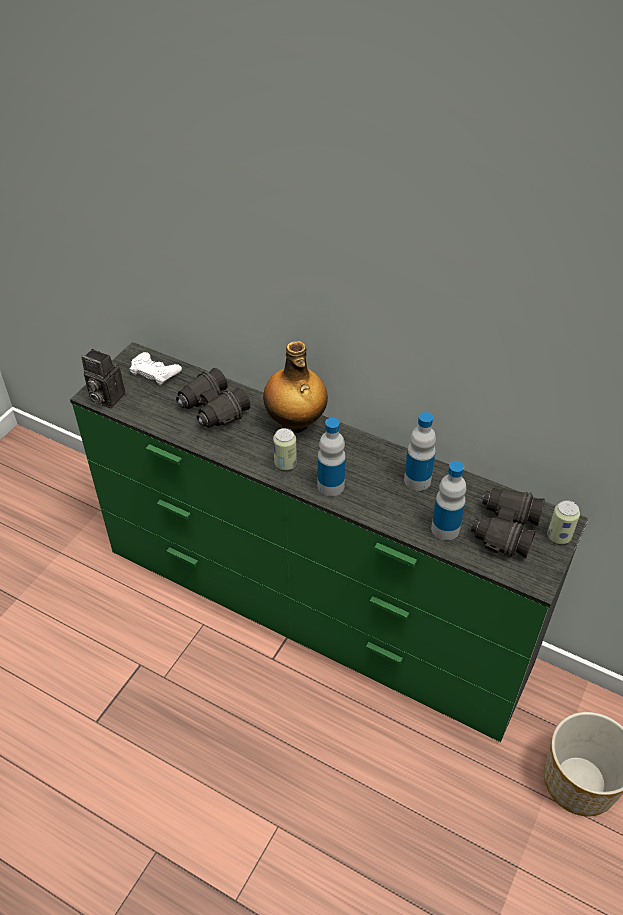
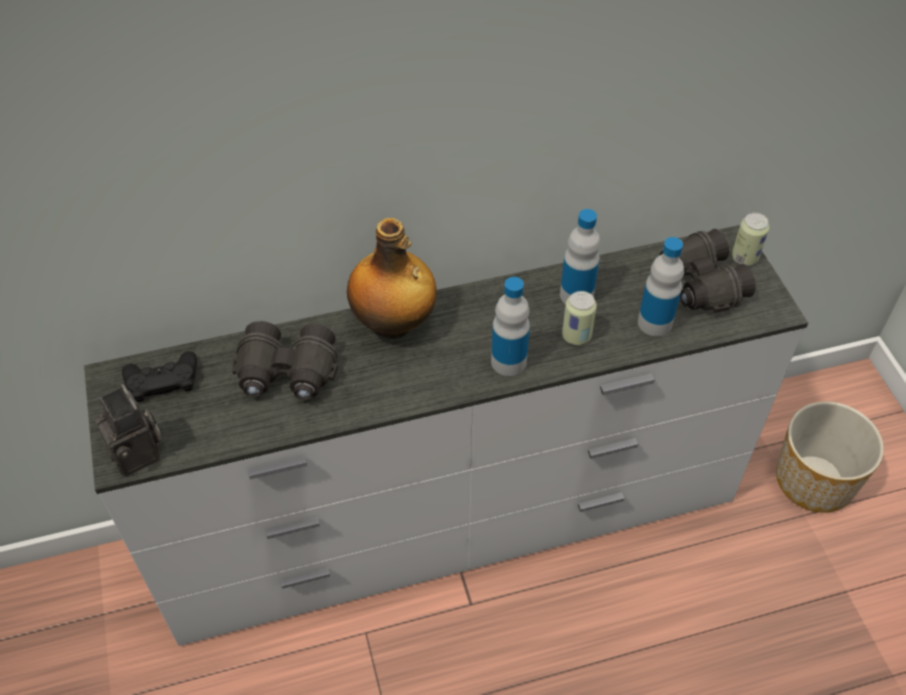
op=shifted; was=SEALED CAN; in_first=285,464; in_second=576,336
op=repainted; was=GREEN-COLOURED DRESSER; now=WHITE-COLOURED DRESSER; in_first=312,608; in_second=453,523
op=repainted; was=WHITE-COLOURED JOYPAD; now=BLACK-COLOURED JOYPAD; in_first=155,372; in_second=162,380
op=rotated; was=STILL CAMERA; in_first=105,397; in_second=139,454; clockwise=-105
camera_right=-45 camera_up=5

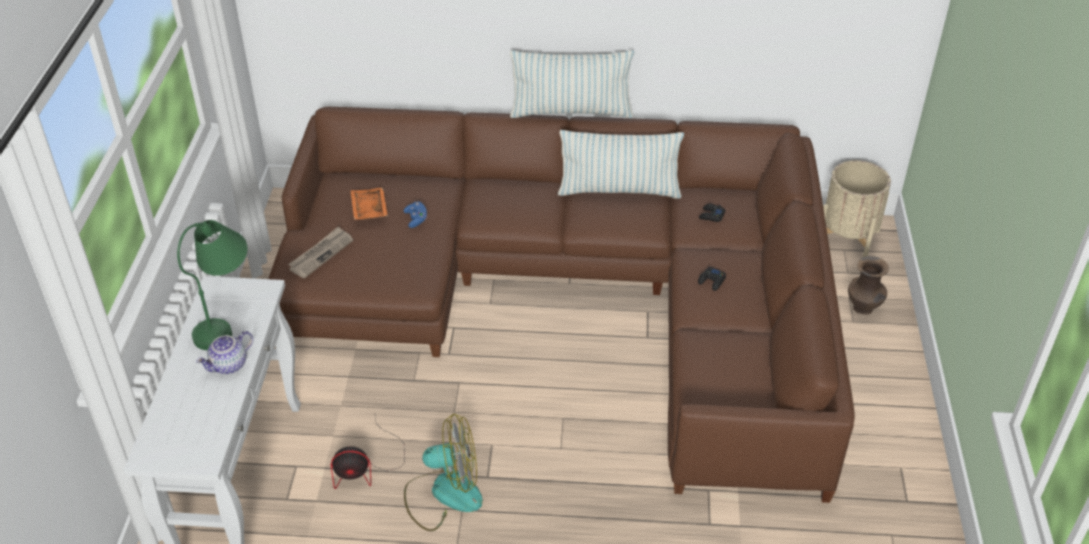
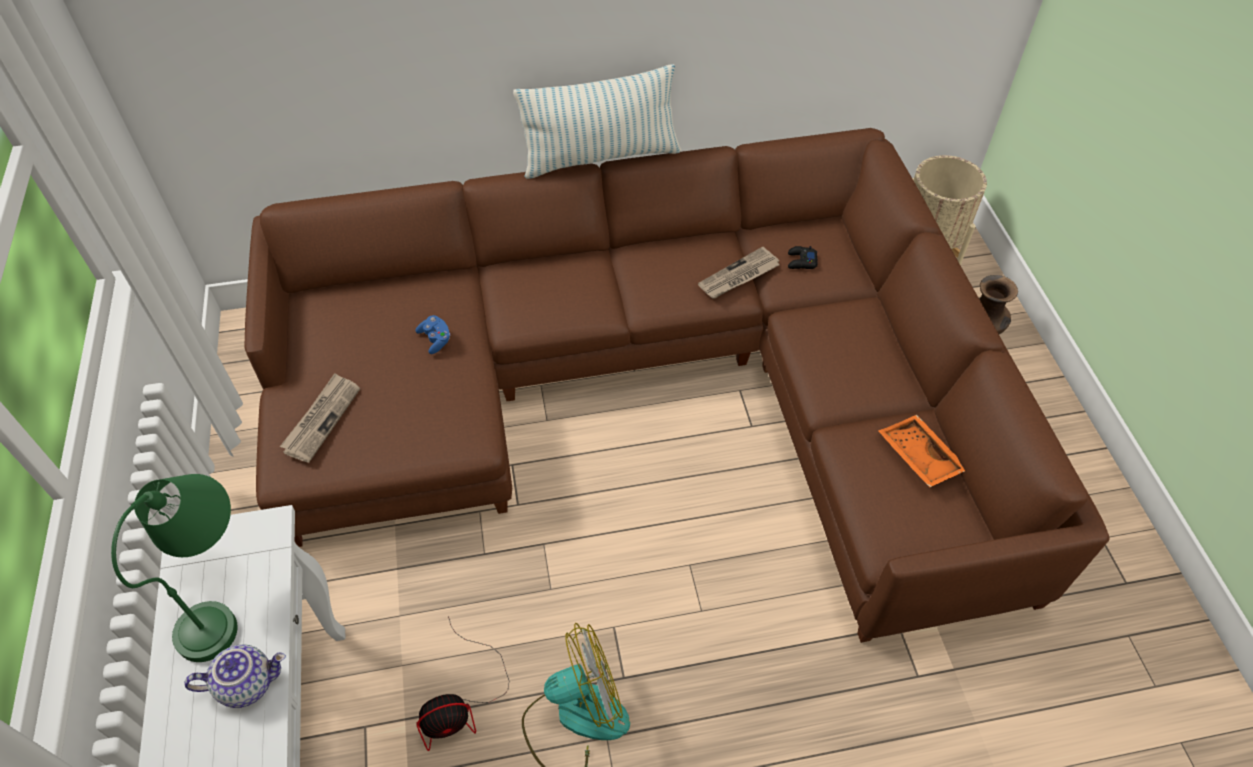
op=gone; was=PILLOW; in_first=619,191
op=gone; was=BLACK-COLOURED JOYPAD; in_first=712,281
op=new; now=NEWSPAPER; in_second=739,276
op=shifted; was=ORANGE TRAY; in_first=368,210; in_second=918,457
op=rotated; was=TEAPOT; in_first=229,365; in_second=247,682; clockwise=-135
camera_right=-15 camera_up=10

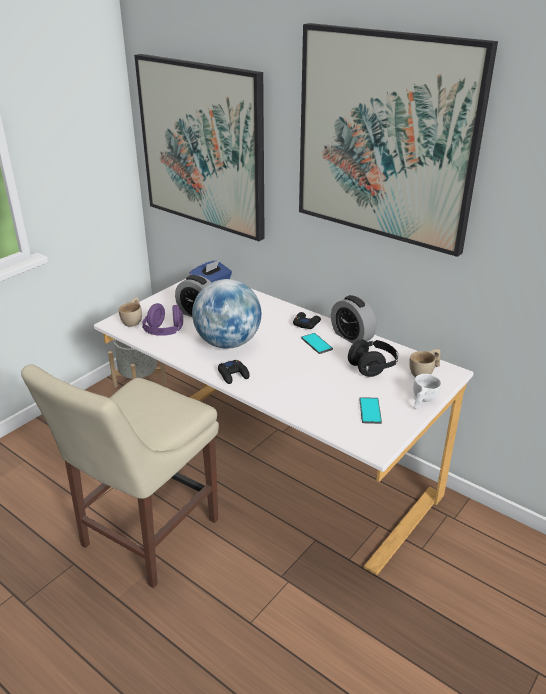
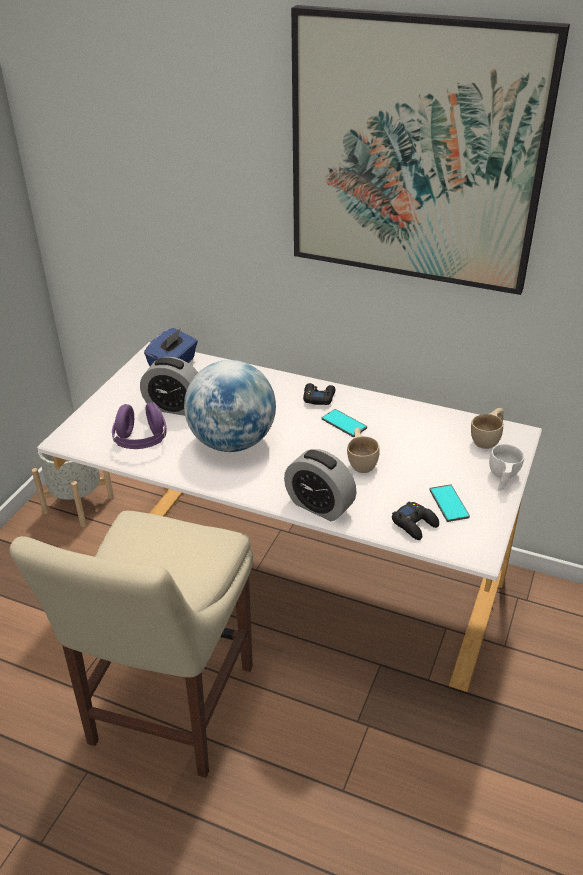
op=gone; was=WALL ART; in_first=202,146
op=gone; was=BLACK-COLOURED HEADPHONES; in_first=372,367
op=shifted; was=SAND-COLOURED CUP; in_first=134,320; in_second=362,461
op=shifted; was=BLACK-COLOURED JOYPAD; in_first=233,375; in_second=415,524
op=shifted; was=BEDSIDE CLOCK; in_first=352,337; in_second=319,506
camera_right=-15 camera_up=5

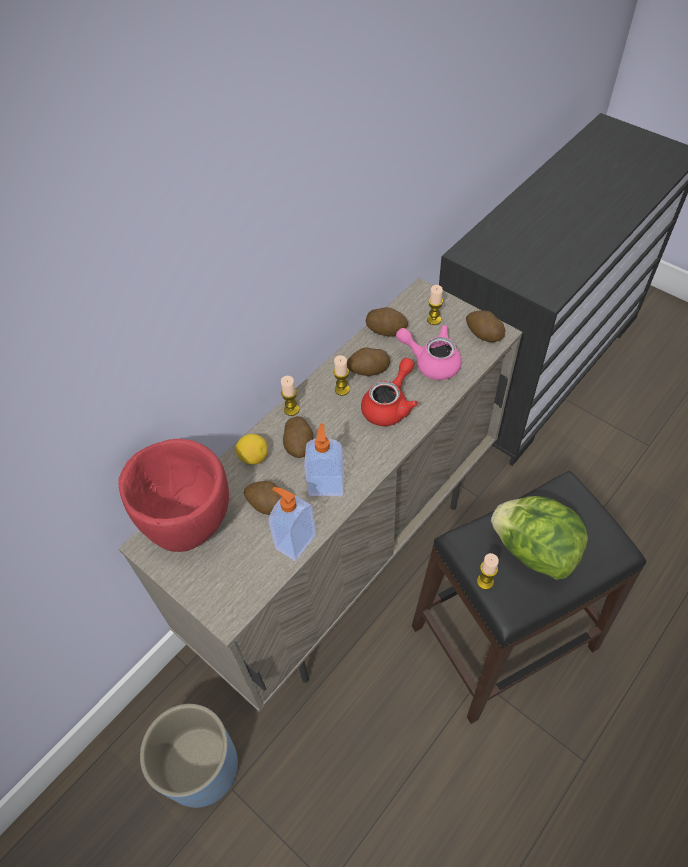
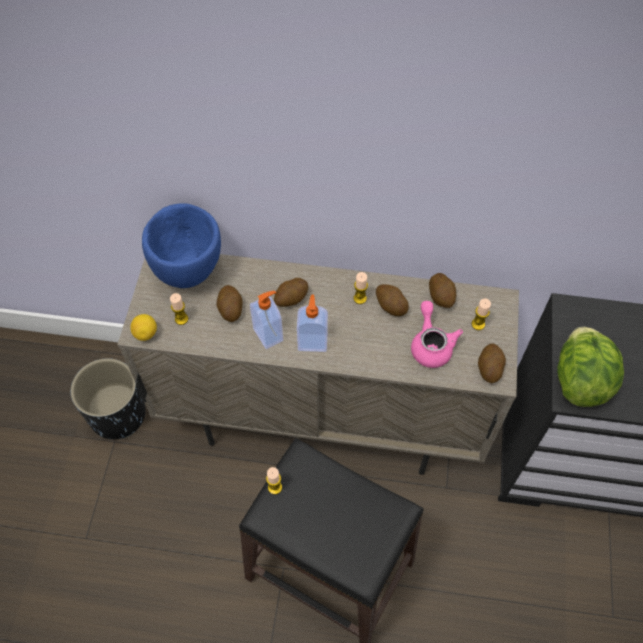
op=gone; was=REDDISH TEAPOT; in_first=390,405
op=shifted; was=LEMON; in_first=253,457; in_second=146,333
op=shifted; was=LIQUID SOAP BOTTLE; in_first=294,541; in_second=312,341
op=shifted; was=CANDLE; in_first=291,409; in_second=181,319
op=shifted; was=LETTUCE; in_first=534,550; in_second=580,379
op=repainted; was=REDDISH SERVING BOWL; now=BLUISH SERVING BOWL; in_first=189,522; in_second=189,271
op=repainted; was=BLUISH FLOWER POT; now=BLACK-COLOURED FLOWER POT; in_first=201,767; in_second=117,414
camera_right=55 camera_up=5

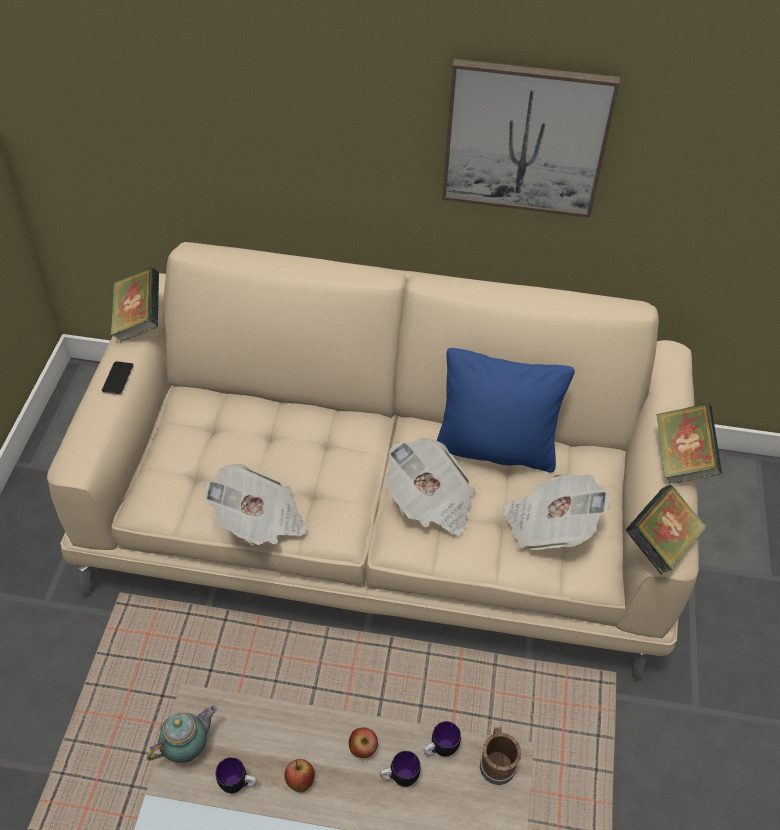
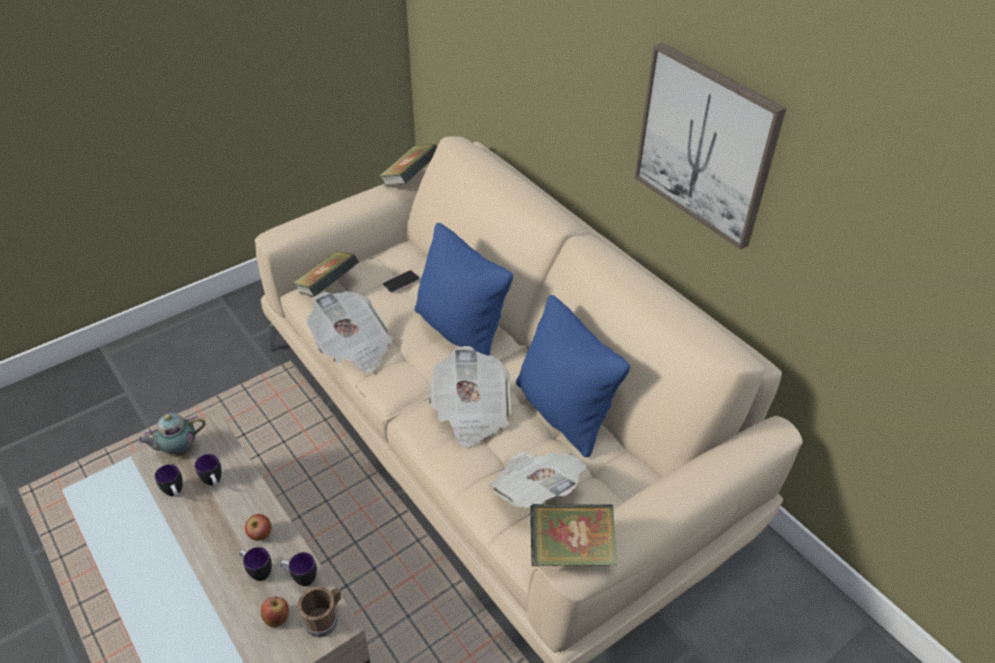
op=new; now=MUG; in_second=214,483
op=new; now=BLUISH PILLOW; in_second=460,331
op=shifted; was=PHONE; in_first=118,378; in_second=401,282
op=shifted; was=WHOLE APPLE; in_first=300,781; in_second=277,618
op=shifted; was=VOLUME; in_first=682,459; in_second=328,288
op=rotated; was=TEAPOT; in_first=188,748; in_second=178,450; clockwise=150
camera_right=45 camera_up=-5

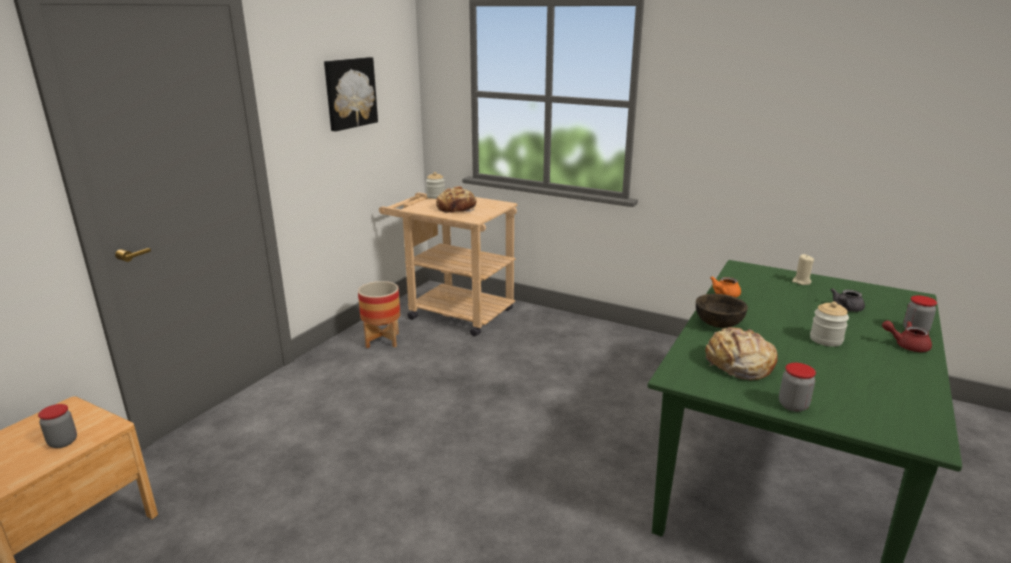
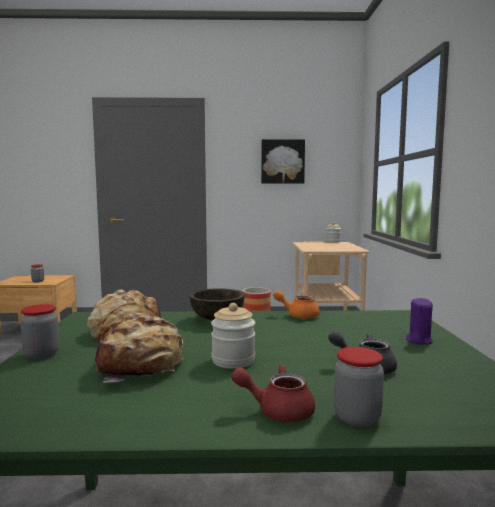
op=shifted; was=BREAD; in_first=457,208; in_second=142,366
op=repainted; was=SAND-COLOURED CANDLE; now=PURPLE-COLOURED CANDLE; in_first=801,282; in_second=418,340
op=rotated; was=REDDISH TEAPOT; in_first=906,345; in_second=277,410; clockwise=-75
camera_right=60 camera_up=-15

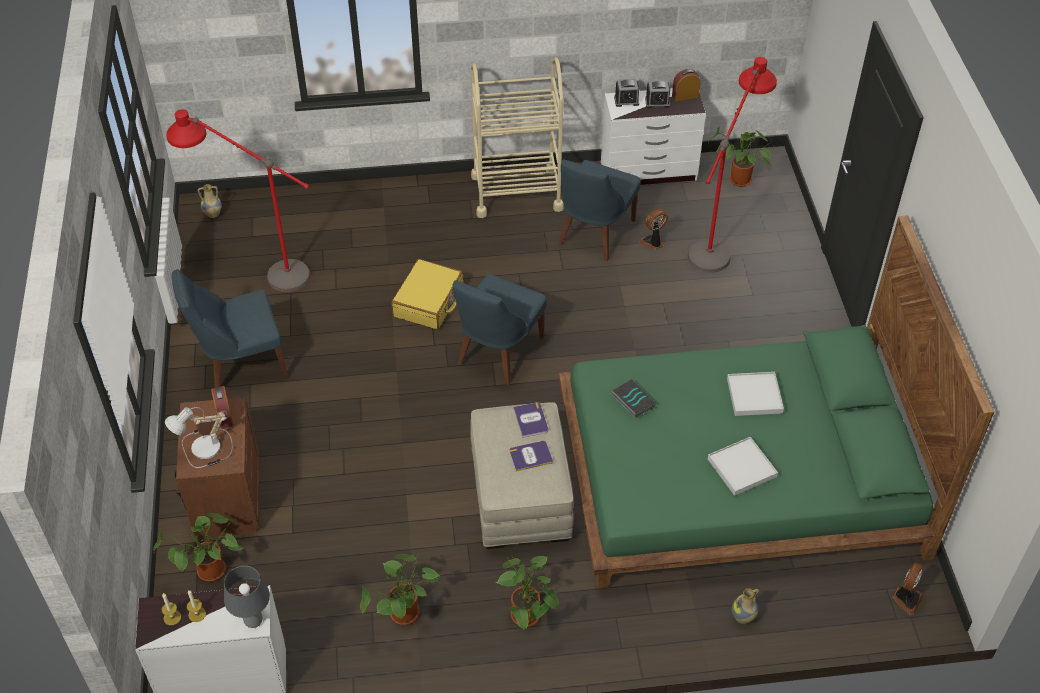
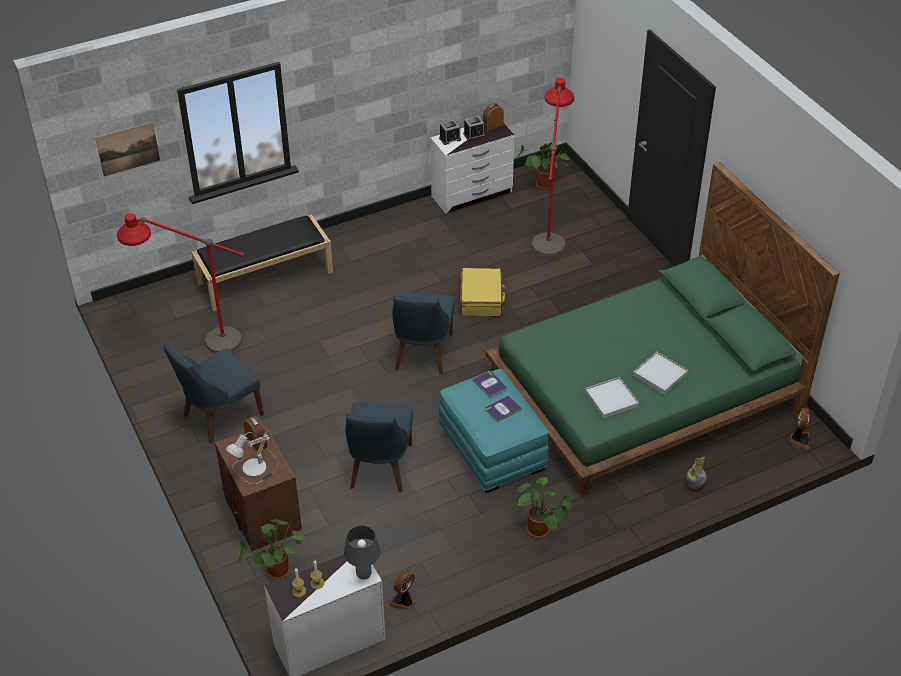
op=gone; was=DECORATIVE VASE; in_first=213,215
op=gone; was=HOUSEPLANT; in_first=404,616
op=gone; was=SAND-COLOURED TROLLEY; in_first=516,192
op=gone; was=VOLUME; in_first=632,401
op=new; now=WALL ART; in_second=128,148
op=new; now=BLACK-COLOURED LONG SEAT; in_second=265,277
op=shifted; was=YELLOW PIECE OF LUGGAGE; in_first=429,302; in_second=481,299
op=shifted; was=BLUISH PLAIN CHAIR; in_first=594,234; in_second=379,469
op=shifted; was=FAN; in_first=653,242; in_second=403,601
op=shifted; was=WHITE-COLOURED TRAY; in_first=754,396; in_second=611,399
op=repainted; was=SAND-COLOURED POUFFE; now=TURQUOISE POUFFE; in_first=521,496; in_second=493,449
camera_right=-20 camera_up=-5

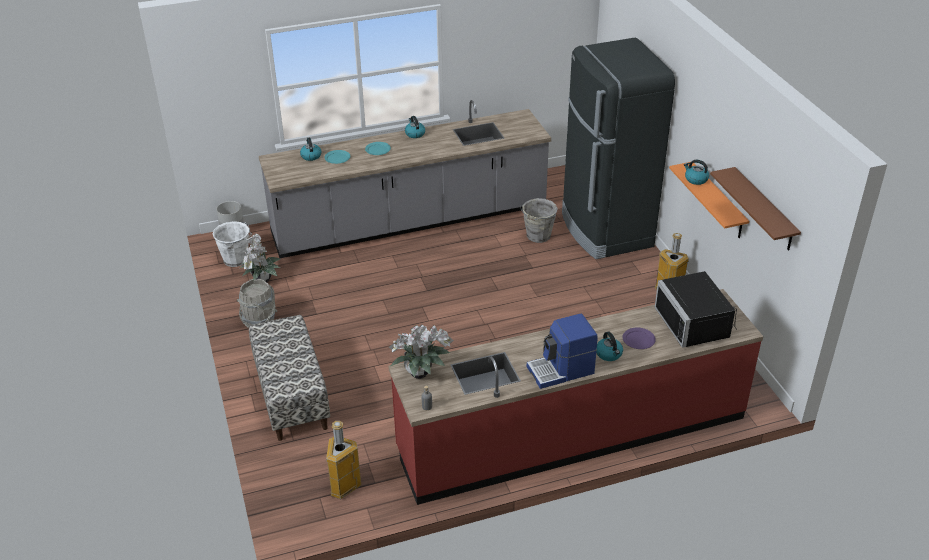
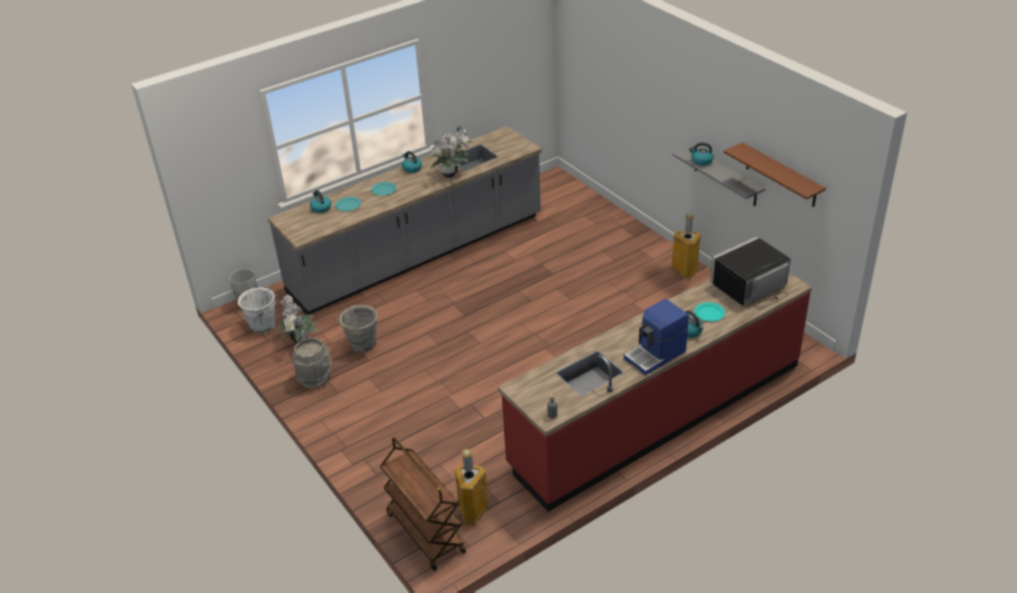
op=gone; was=LONG SEAT; in_first=291,396
op=gone; was=BLACK-COLOURED KITCHEN FRIDGE; in_first=605,230
op=new; now=BROWNISH TROLLEY; in_second=424,532
op=shifted; was=HOUSEPLANT; in_first=421,374; in_second=451,175
op=shifted; was=GRAY PAIL; in_first=538,236; in_second=362,345
op=repainted; was=PURPLE-COLOURED DINNER PLATE; now=TURQUOISE DINNER PLATE; in_first=638,340; in_second=709,313
op=repainted; was=ORANGE BRACKET SHELF; now=GRAY BRACKET SHELF; in_first=718,201; in_second=725,177
op=rotated; was=BLACK-COLOURED MICROWAVE; in_first=696,323; in_second=751,288; clockwise=90
camera_right=-15 camera_up=0

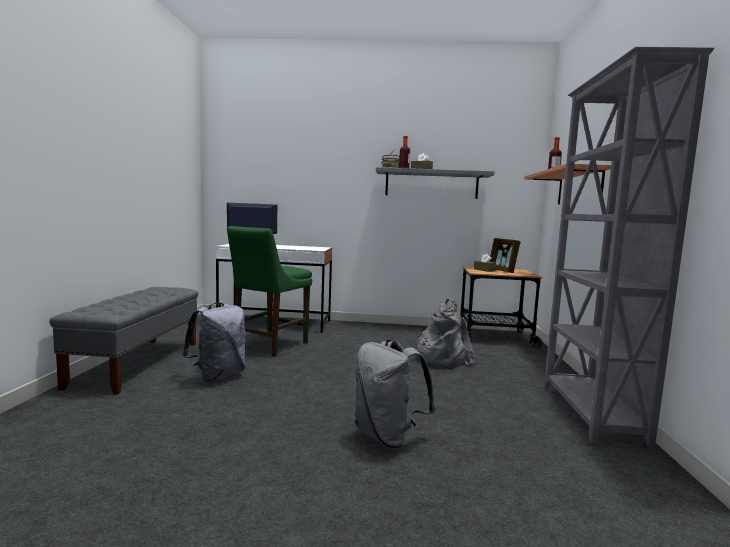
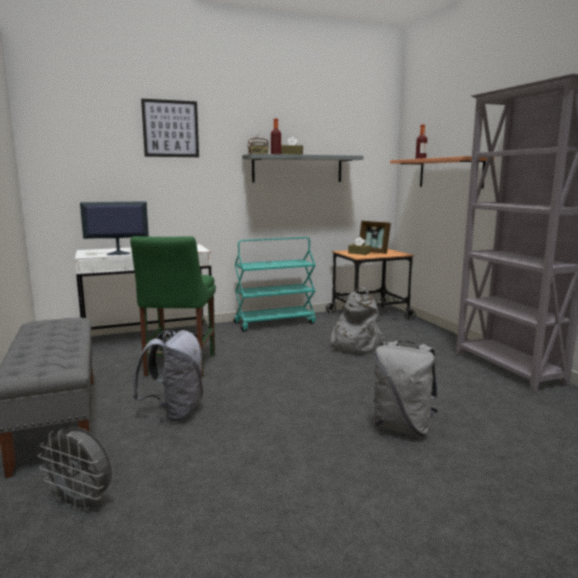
op=new; now=GRAY FAN; in_second=82,501
op=new; now=WALL ART; in_second=170,129
op=new; now=TURQUOISE TROLLEY; in_second=275,323
camera_right=-25 camera_up=5

